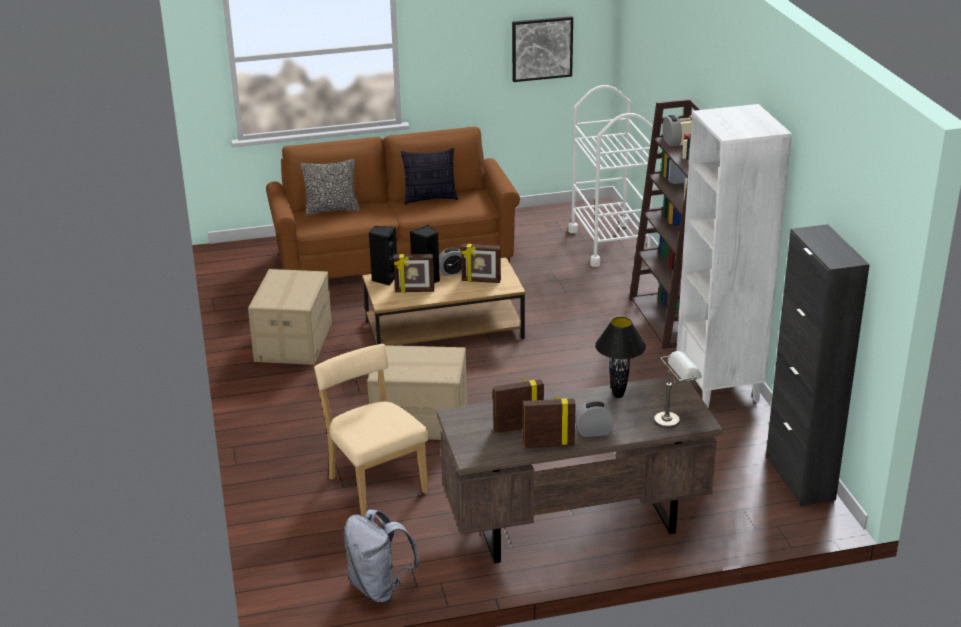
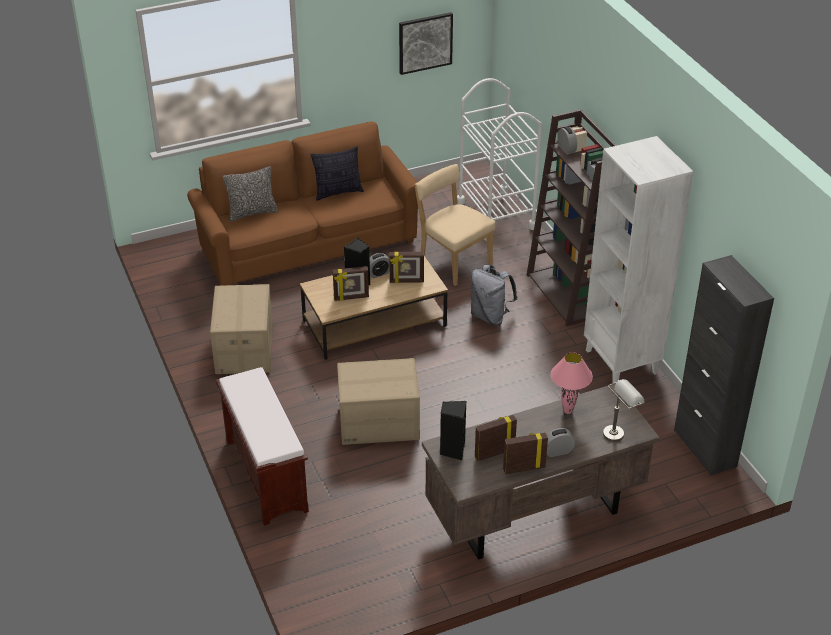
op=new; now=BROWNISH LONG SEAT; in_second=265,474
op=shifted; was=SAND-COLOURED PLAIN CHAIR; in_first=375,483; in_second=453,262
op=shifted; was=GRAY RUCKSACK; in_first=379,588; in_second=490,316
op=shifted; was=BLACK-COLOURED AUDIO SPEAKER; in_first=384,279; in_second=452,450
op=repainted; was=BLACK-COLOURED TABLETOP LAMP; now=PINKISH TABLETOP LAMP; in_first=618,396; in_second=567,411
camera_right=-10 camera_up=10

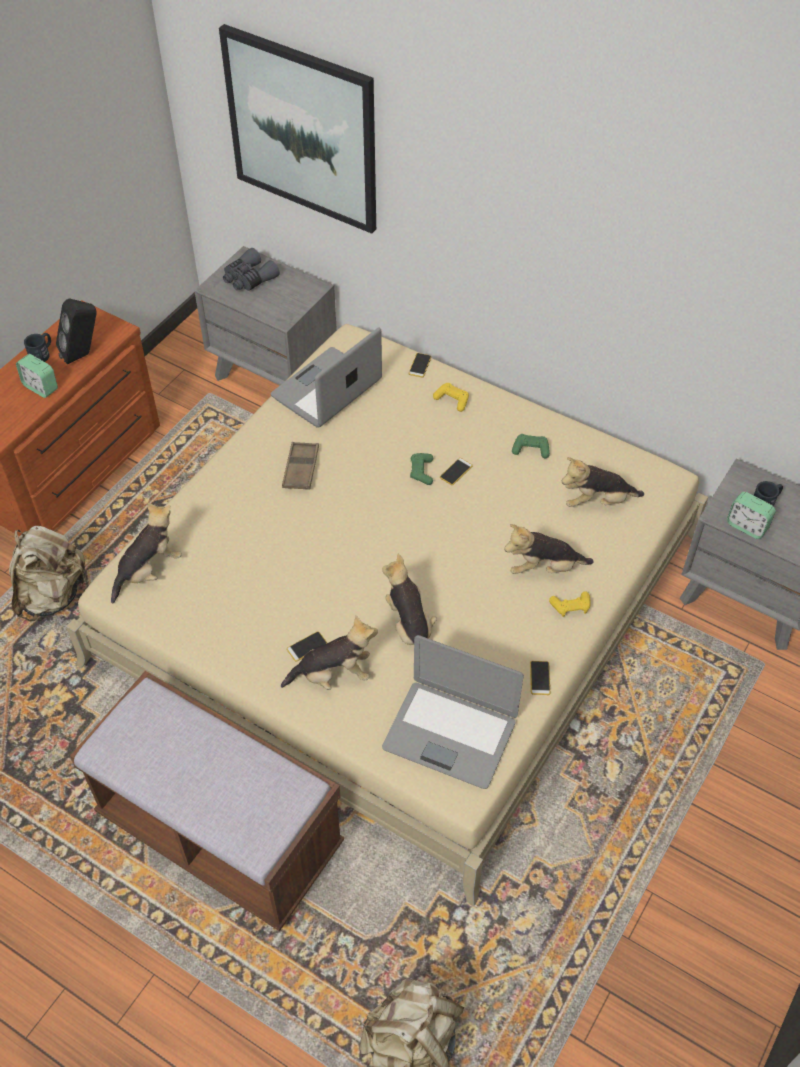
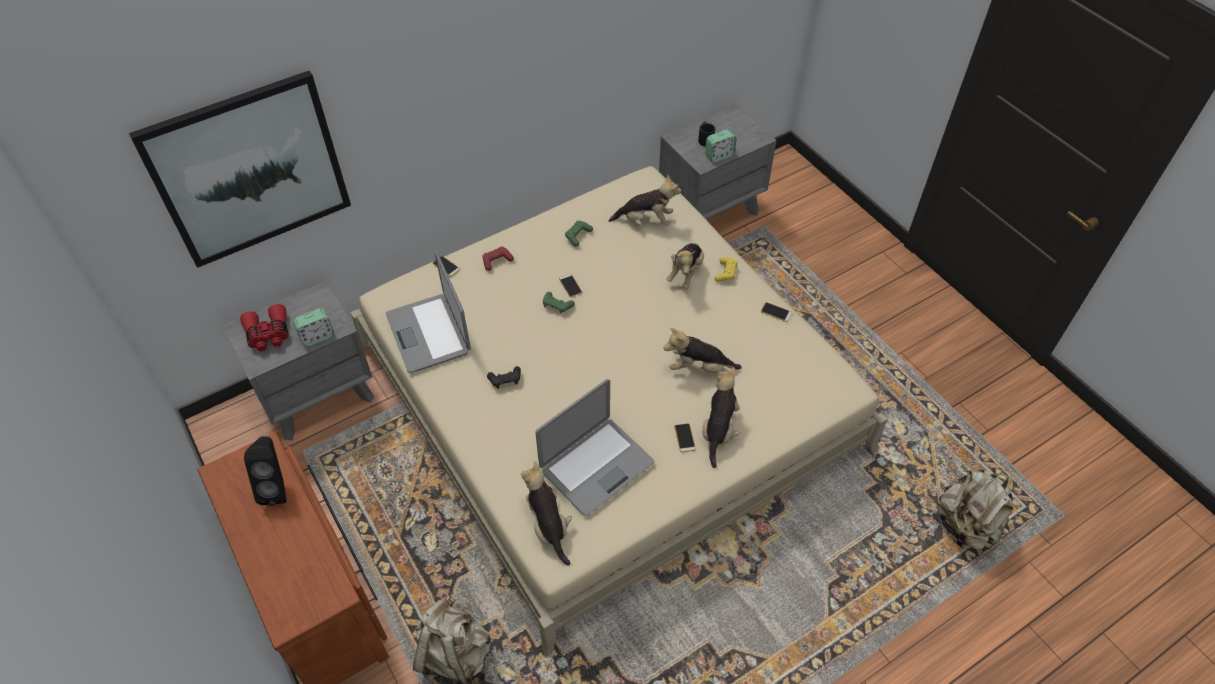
op=gone; was=BLACK-COLOURED MUG; in_first=42,353
op=gone; was=BROWNISH LONG SEAT; in_first=220,831
op=shifted; was=BEDSIDE CLOCK; in_first=41,387; in_second=317,336
op=shifted; was=PORTABLE COMPUTER; in_first=450,733; in_second=596,465
op=swapped; was=BROWNISH TRAY; now=BLACK-COLOURED JOYPAD; in_first=301,469; in_second=505,380
op=repainted; was=GRAY FIELD GLASSES; now=REDDISH FIELD GLASSES; in_first=249,278; in_second=268,334
op=repainted; was=YELLOW JOYPAD; now=REDDISH JOYPAD; in_first=452,400; in_second=497,261
op=rotated; was=CUDDLY TOY; in_first=597,501; in_second=646,221; clockwise=-105
camera_right=-65 camera_up=0

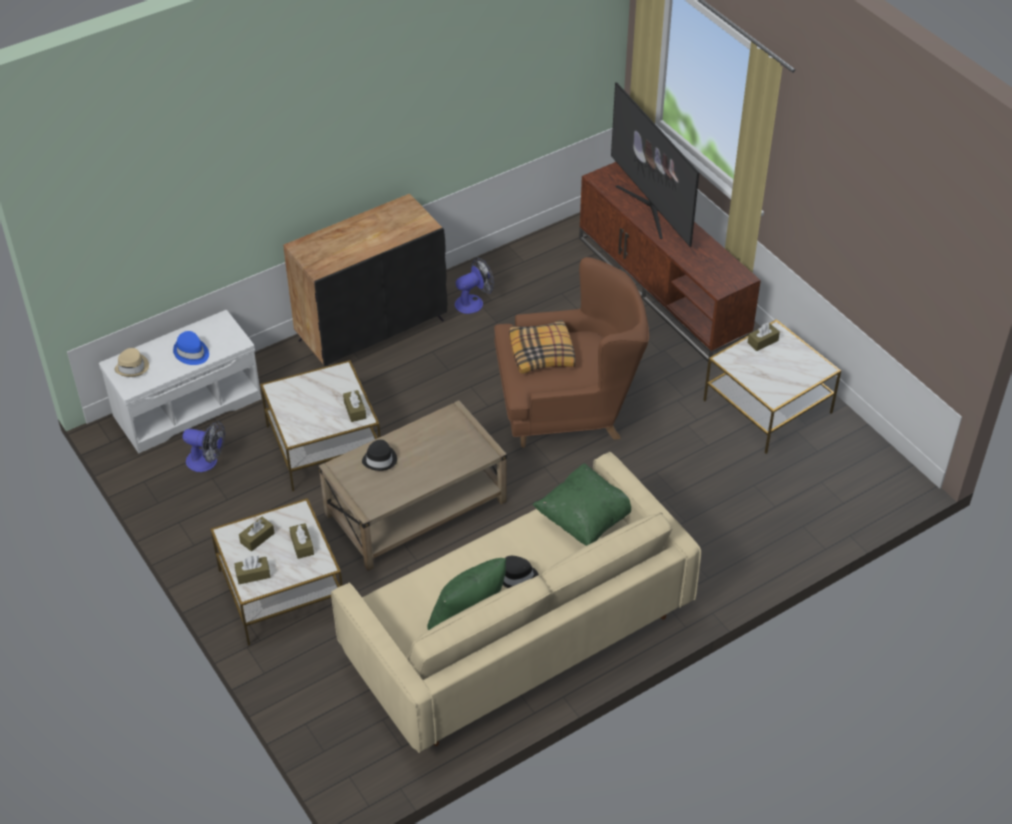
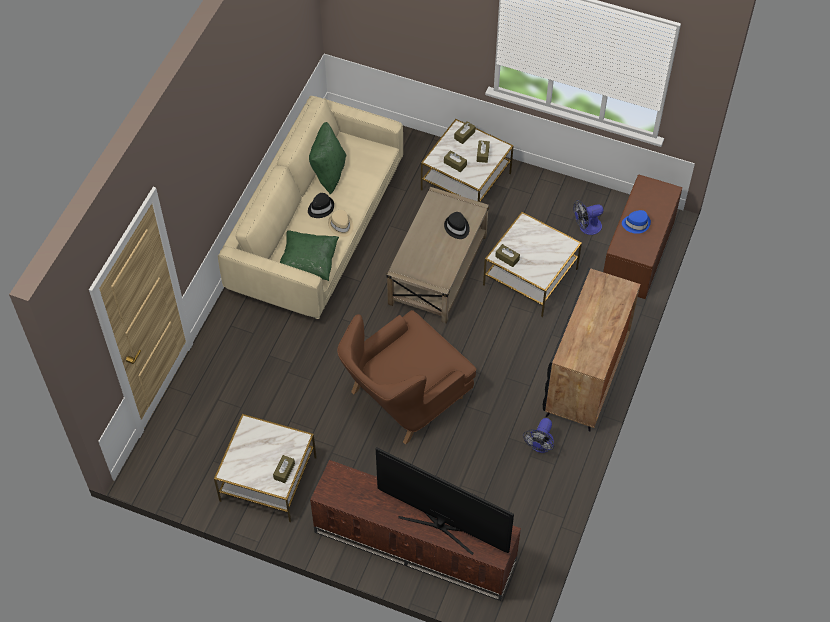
op=gone; was=PILLOW; in_first=542,353
op=shifted; was=SAND-COLOURED HAT; in_first=133,367; in_second=341,225
op=repainted; was=WHITE-COLOURED LONG SEAT; now=BROWNISH LONG SEAT; in_first=188,406; in_second=638,254
camera_right=145 camera_up=10

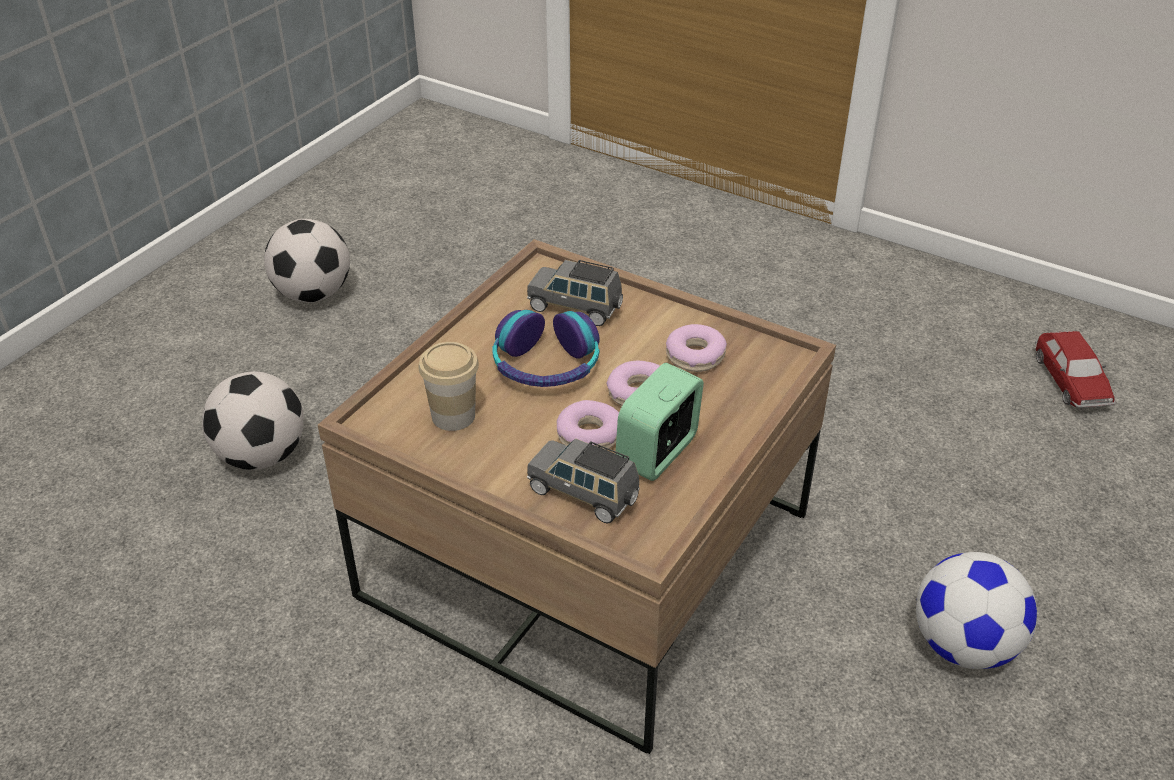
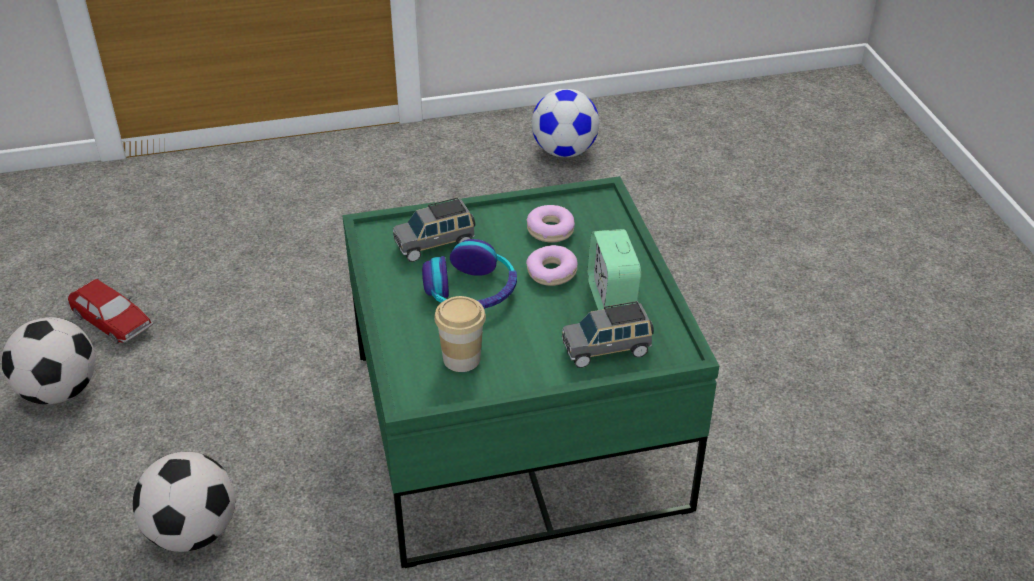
op=gone; was=DOUGHNUT; in_first=589,435
op=shifted; was=FOOTBALL; in_first=963,645; in_second=564,151
op=shifted; was=TOY CAR; in_first=1071,381; in_second=113,321
op=repainted; was=BROWNISH LOUNGE TABLE; now=GREEN-COLOURED LOUNGE TABLE; in_first=587,556; in_second=517,430
camera_right=-45 camera_up=0

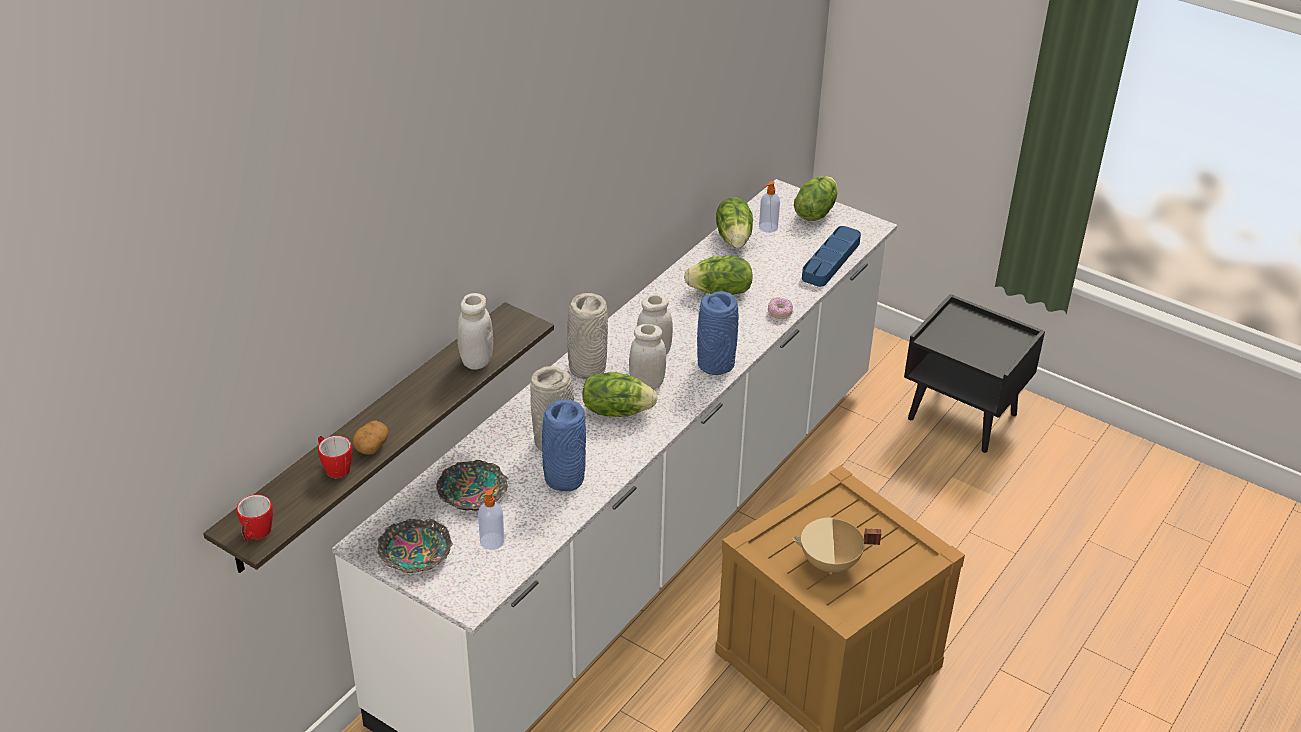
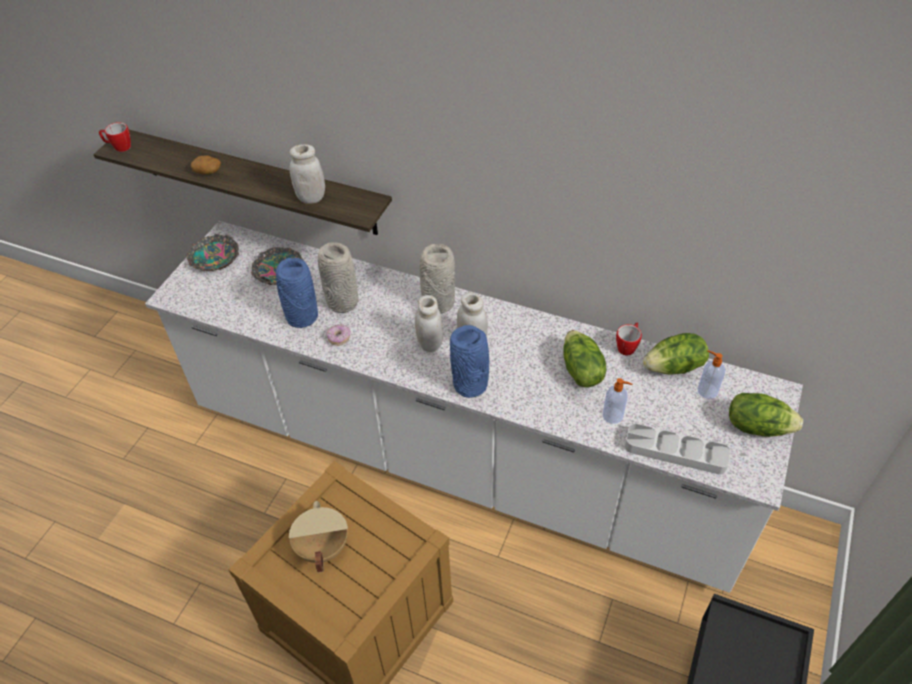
op=gone; was=LETTUCE; in_first=616,410
op=shifted; was=MUG; in_first=334,467; in_second=628,346
op=shifted; was=LIQUID SOAP BOTTLE; in_first=492,541; in_second=613,415
op=shifted; was=DOUGHNUT; in_first=779,313; in_second=339,338
op=repainted; was=BLUISH TRAY; now=GRAY TRAY; in_first=831,260; in_second=675,452
camera_right=80 camera_up=10

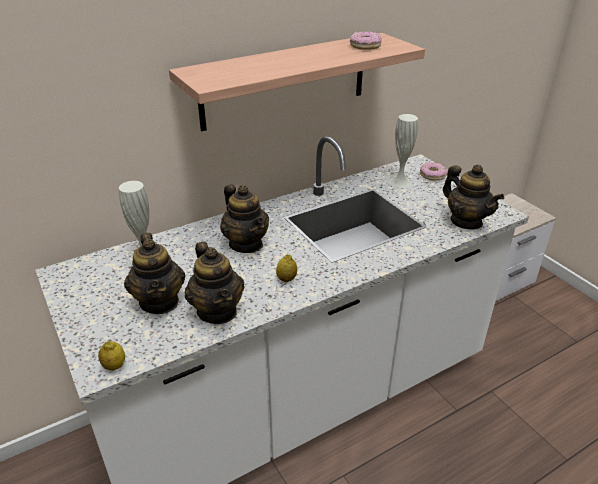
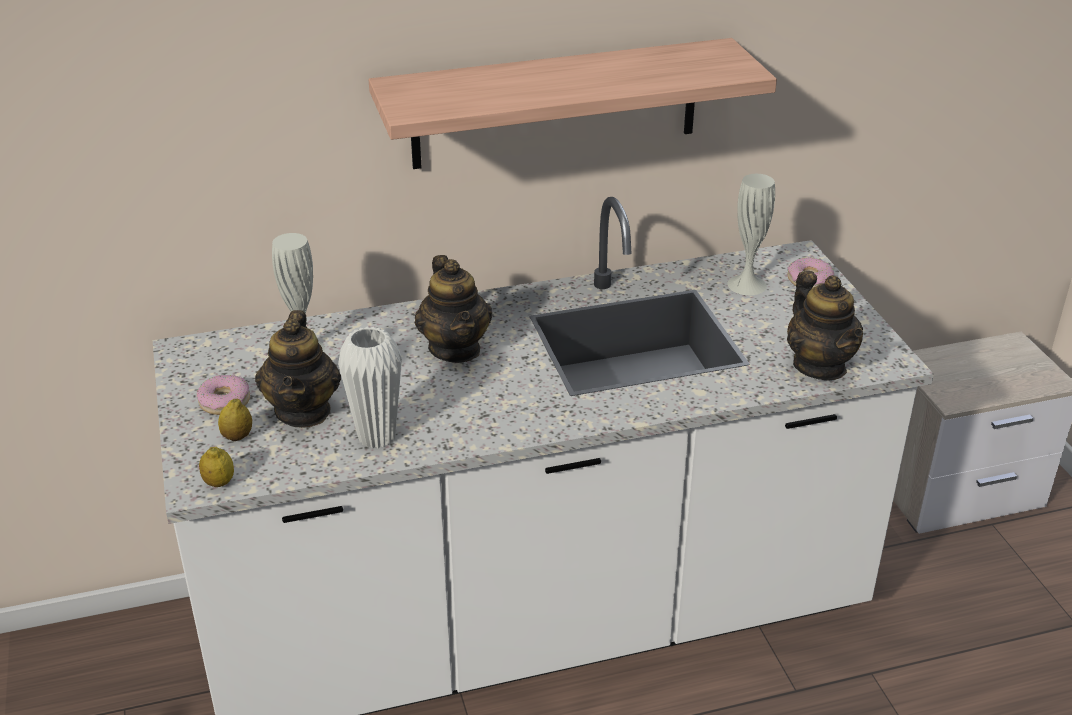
op=shifted; was=LEMON; in_first=286,279; in_second=237,437
op=shifted; was=DOUGHNUT; in_first=365,46; in_second=225,402
op=swapped; was=TEAPOT; now=WHITE-COLOURED DECORATIVE VASE; in_first=217,311; in_second=377,437
camera_right=15 camera_up=0

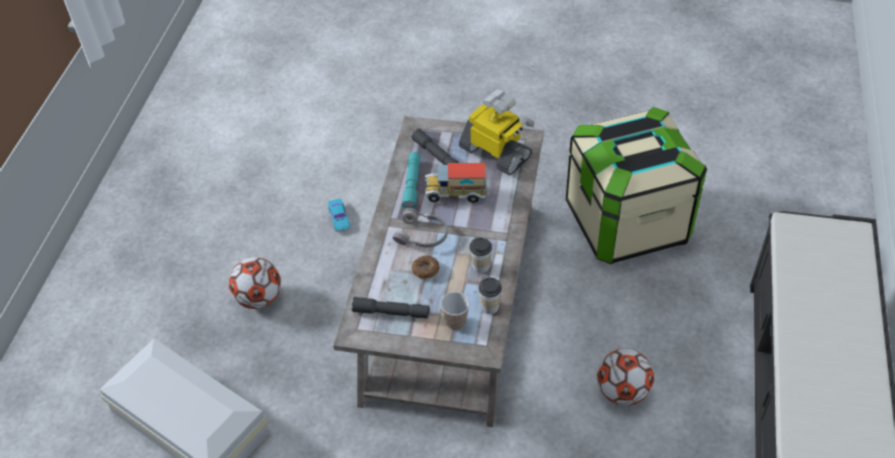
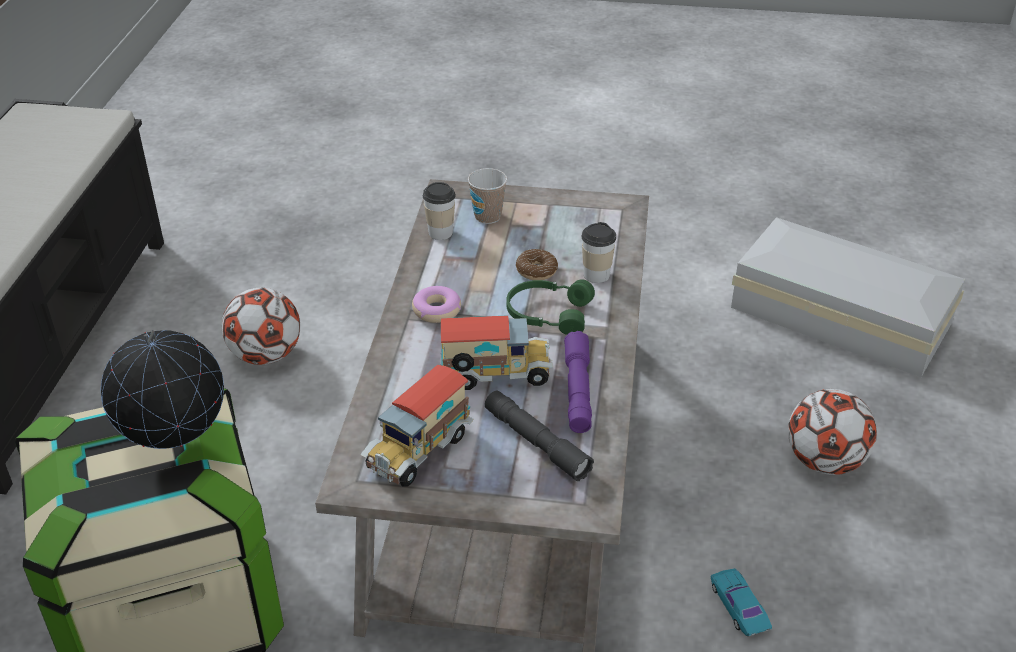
op=gone; was=GRAY FLASHLIGHT; in_first=391,312
op=new; now=DESK GLOBE; in_second=176,443
op=new; now=DOUGHNUT; in_second=437,310
op=shifted; was=CUP; in_first=481,266; in_second=596,275
op=swapped; was=TOY ROBOT; now=TOY TRUCK; in_first=496,153; in_second=418,451
op=repainted; was=GRAY HEADPHONES; now=GREEN-COLOURED HEADPHONES; in_first=422,235; in_second=548,313
op=repainted; was=TURQUOISE FLASHLIGHT; now=PURPLE-COLOURED FLASHLIGHT; in_first=412,185; in_second=577,390
camera_right=175 camera_up=-10

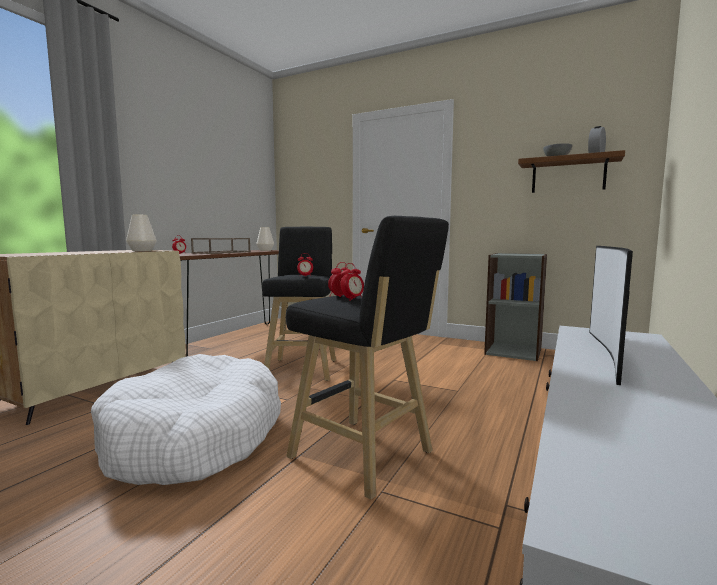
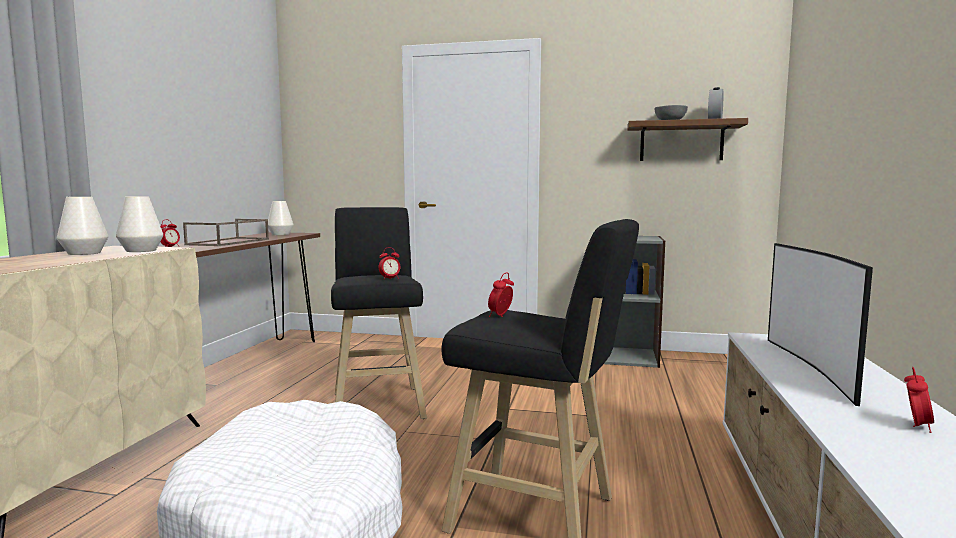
op=new; now=WHITE-COLOURED DECORATIVE VASE; in_second=84,253
op=shifted; was=BEDSIDE CLOCK; in_first=352,299; in_second=916,426
camera_right=-15 camera_up=0

